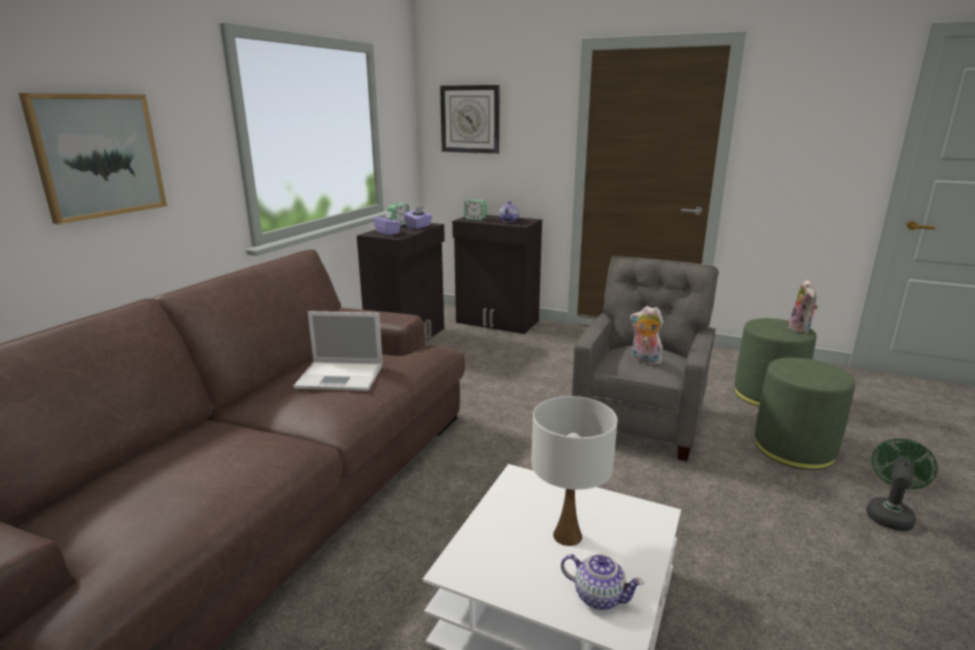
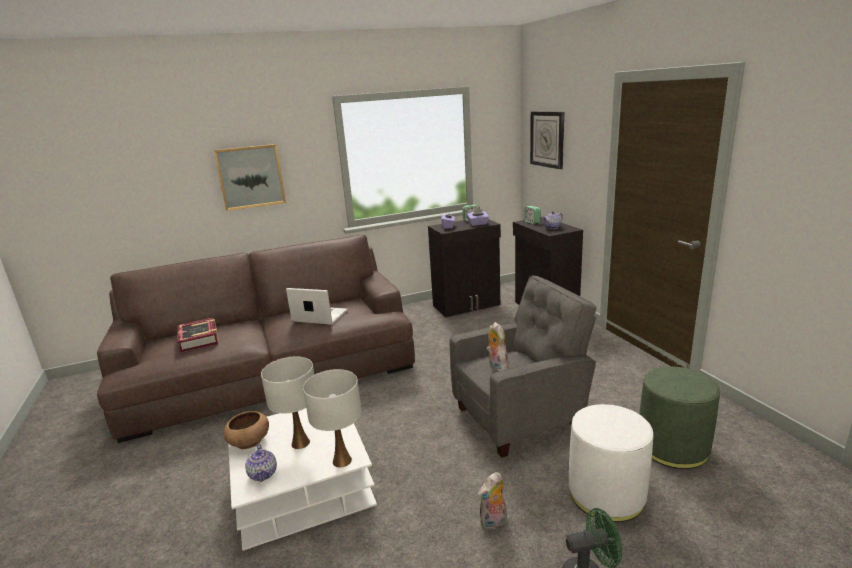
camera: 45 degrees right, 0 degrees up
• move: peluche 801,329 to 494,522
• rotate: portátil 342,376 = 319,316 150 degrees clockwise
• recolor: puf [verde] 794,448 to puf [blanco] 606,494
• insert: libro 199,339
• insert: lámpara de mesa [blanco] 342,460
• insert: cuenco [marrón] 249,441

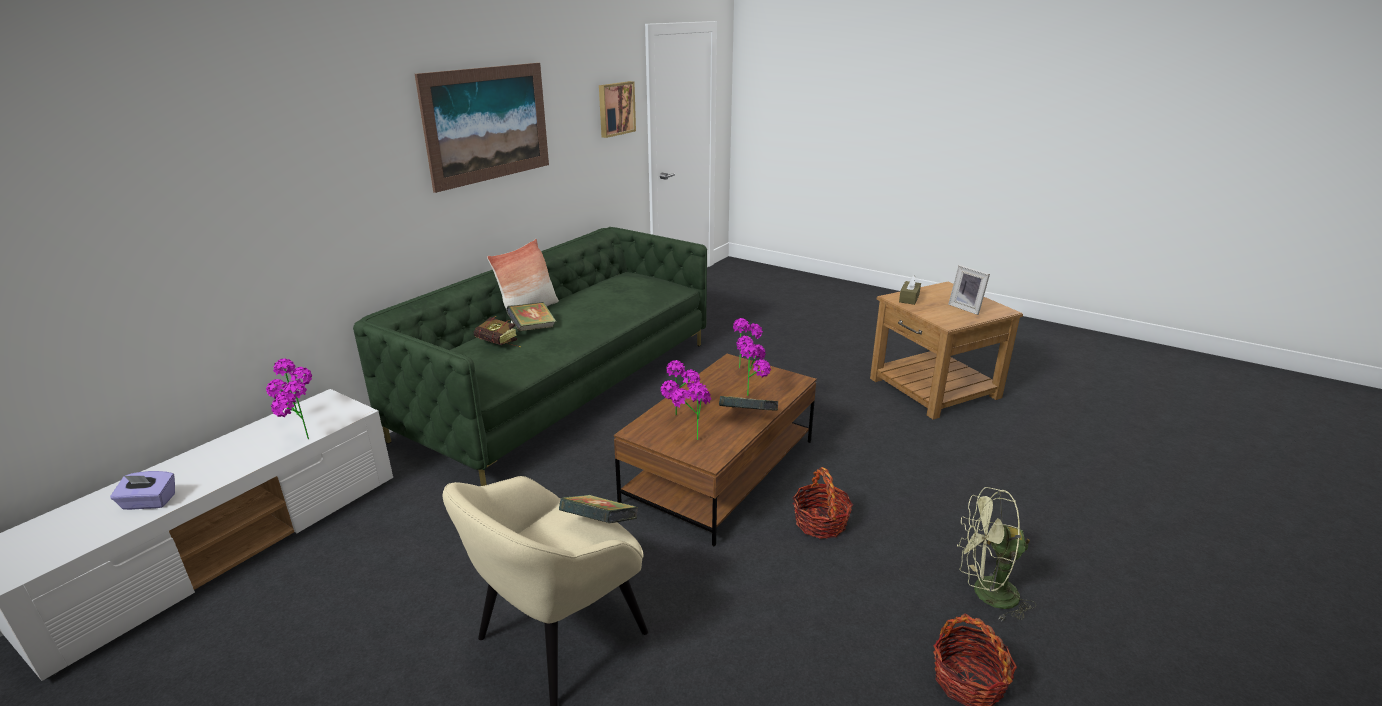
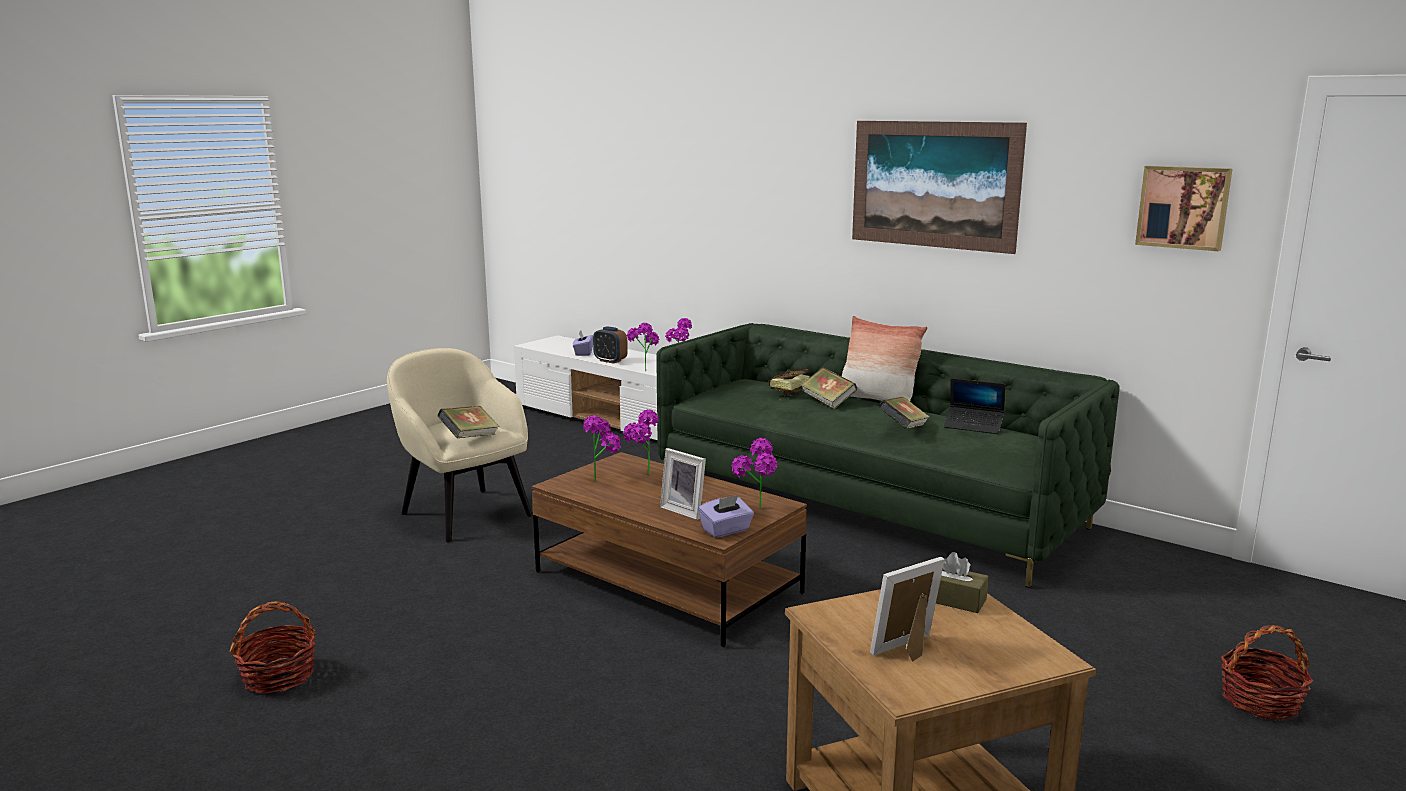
camera: 95 degrees right, 10 degrees down
• replace: planta en maceta 754,394 to portarretratos 685,510
• move: libro 748,417 to 903,428
• move: cesta 820,523 to 1260,701
• delete: ventilador [verde] 985,594
• insert: despertador 610,361
• insert: portátil 973,426
• insert: caja de pañuelos [morado] 726,530

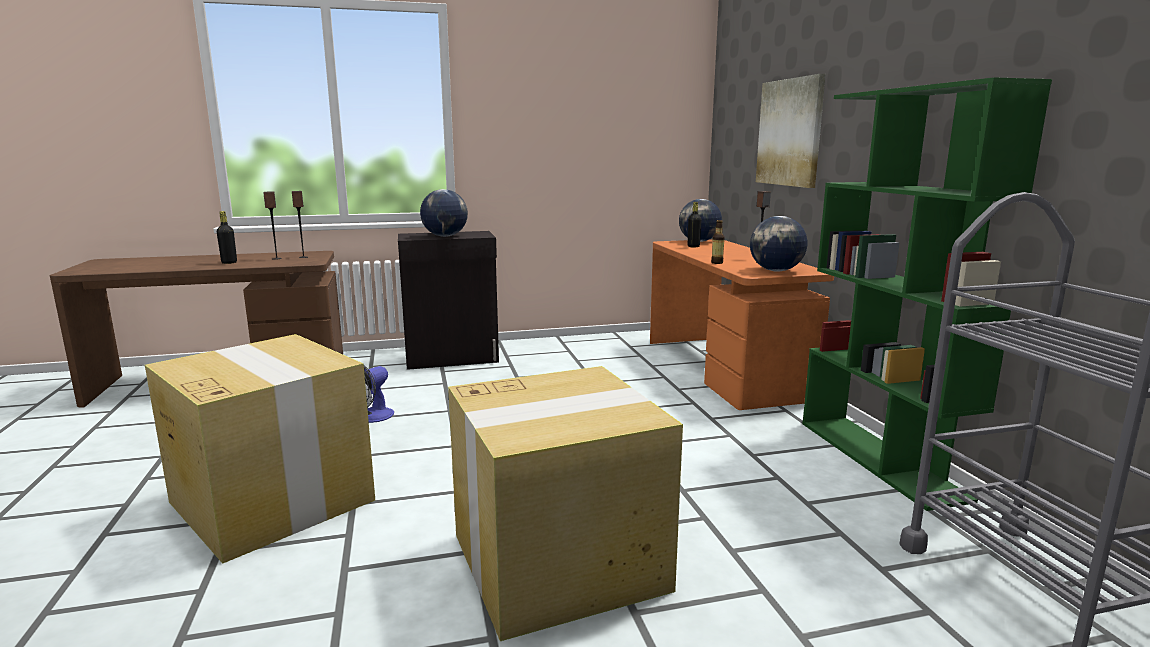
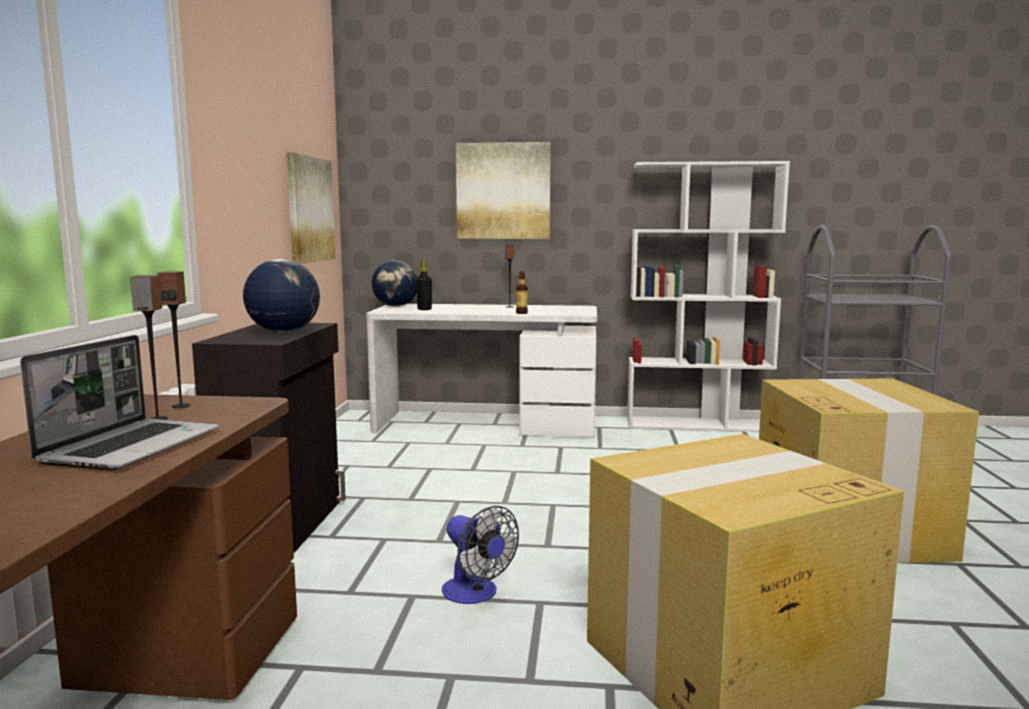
camera: 70 degrees left, 5 degrees down
• recolor: estantería [verde] 880,459 to estantería [blanco] 698,425
• replace: botella [negro] 229,262 to portátil 132,446
• delete: globo terráqueo 776,271
• recolor: escritorio [naranja] 724,369 to escritorio [blanco] 486,424
• insert: cuadro 309,209

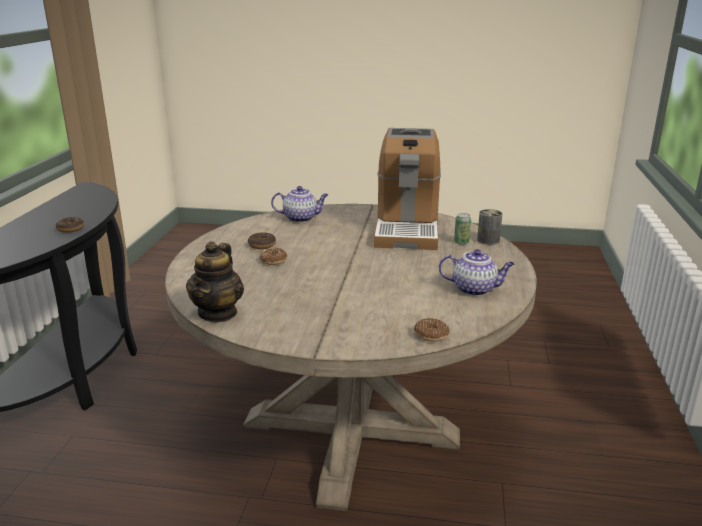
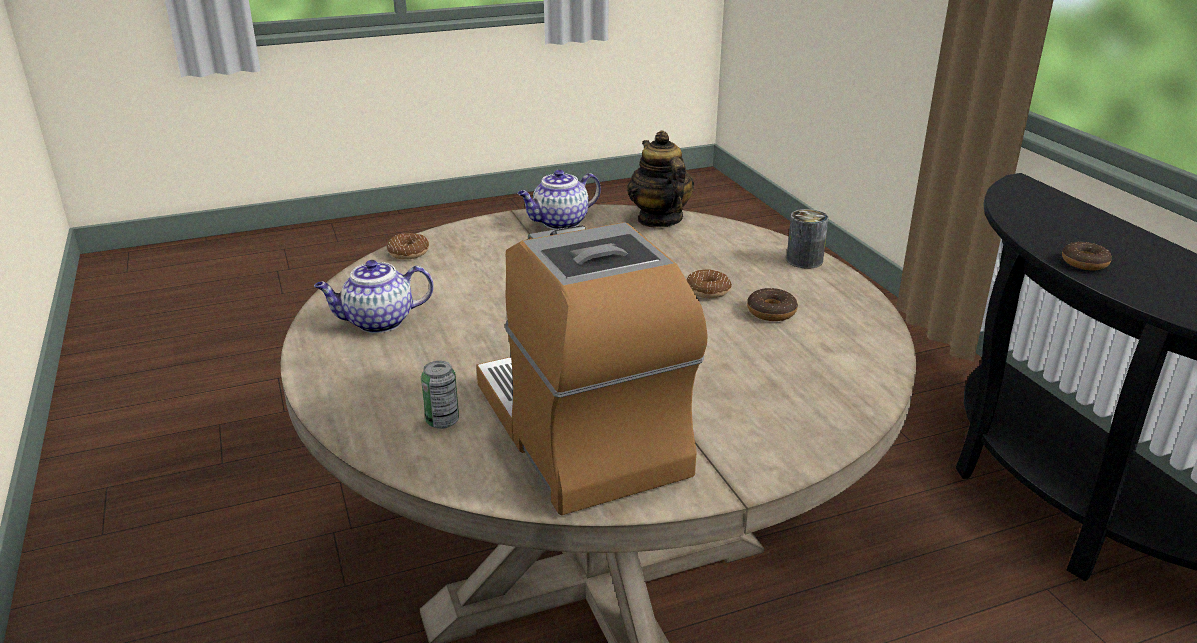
camera: 150 degrees right, 5 degrees up
• move: tetera 301,218 to 559,223
• move: lata 488,240 to 804,260

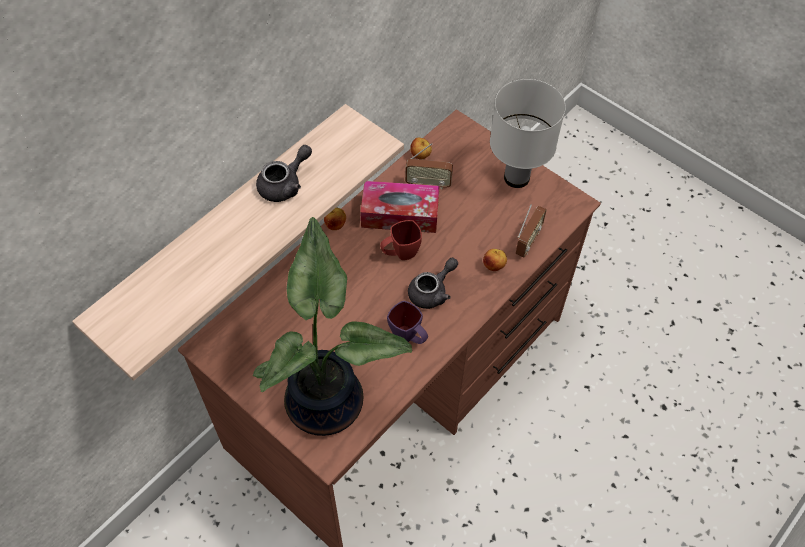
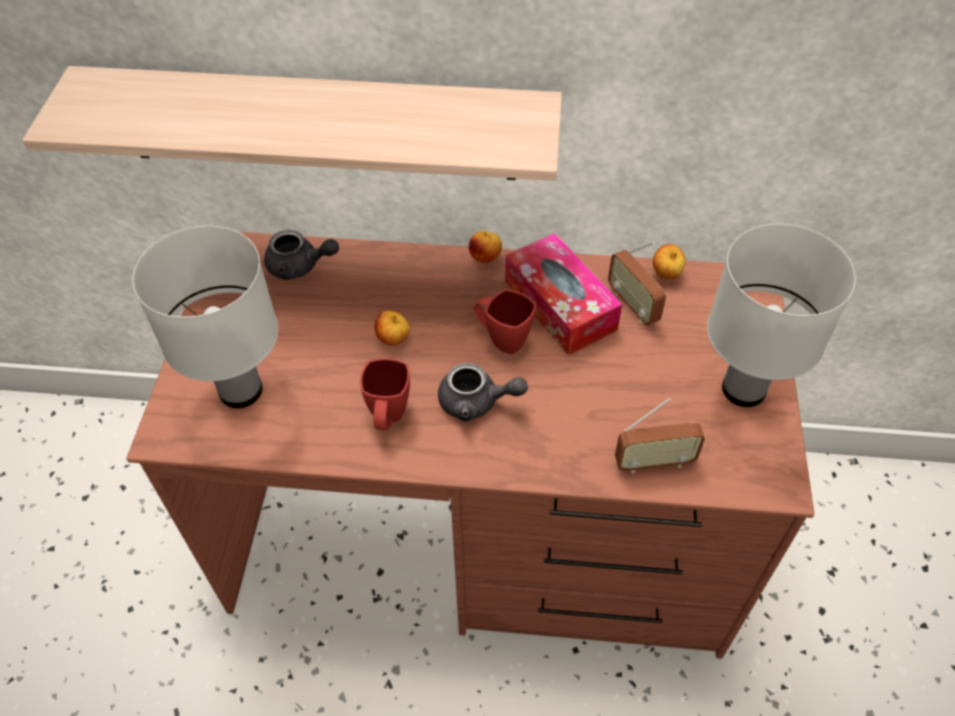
camera: 55 degrees right, 5 degrees down
• move: tetera [gris] 285,184 to 300,266
• replace: planta en maceta 328,399 to lámpara de mesa [blanco] 242,391
• move: manzana 494,266 to 393,340
• recolor: taza grande [morado] 409,338 to taza grande [rojo] 388,418

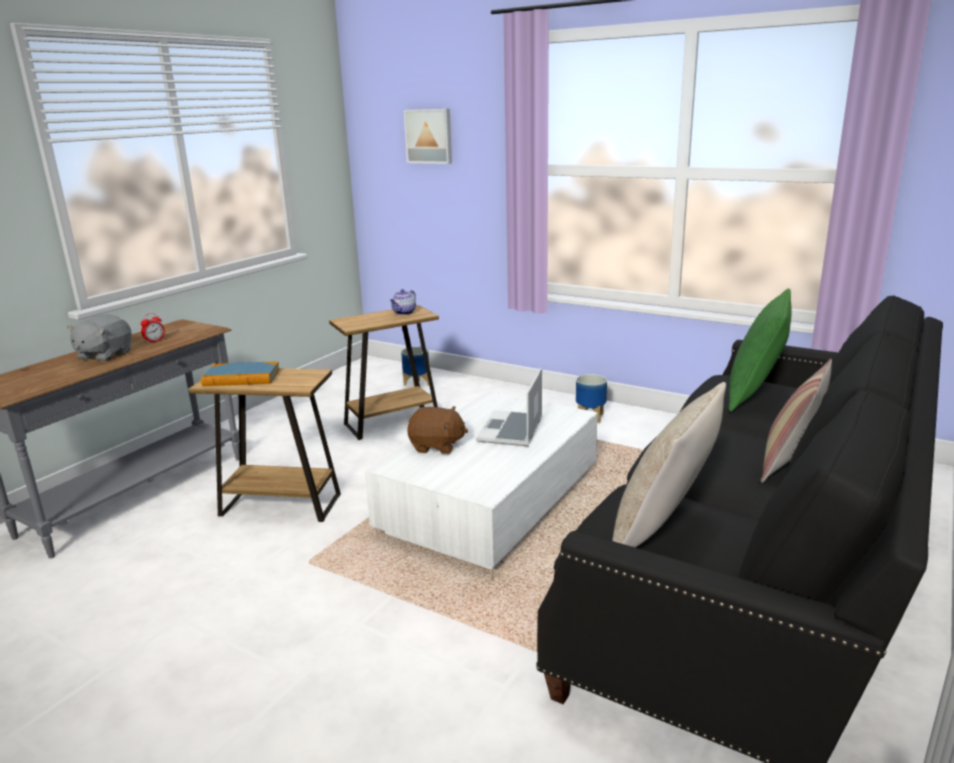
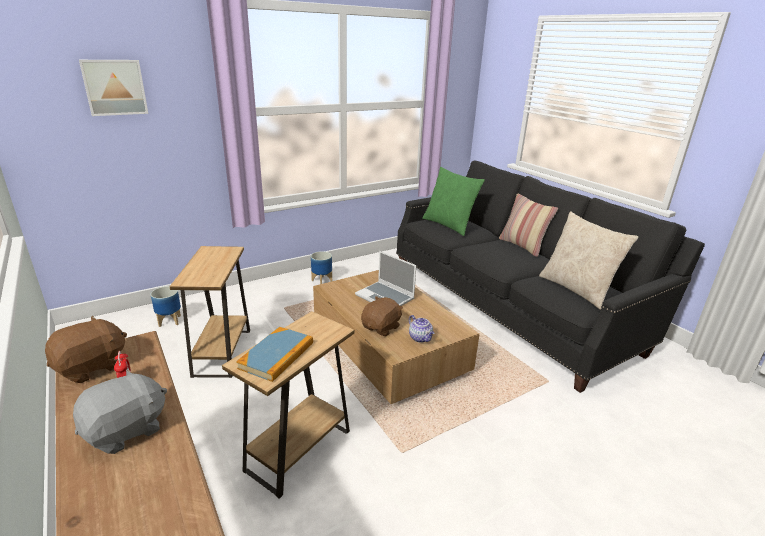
camera: 65 degrees left, 5 degrees up
• move: tetera 404,313 to 420,338
• rotate: peluche [gris] 104,355 = 126,430 90 degrees counterclockwise
• recolor: mesa de centro [blanco] 491,501 to mesa de centro [marrón] 388,349
• insert: peluche [marrón] 92,367

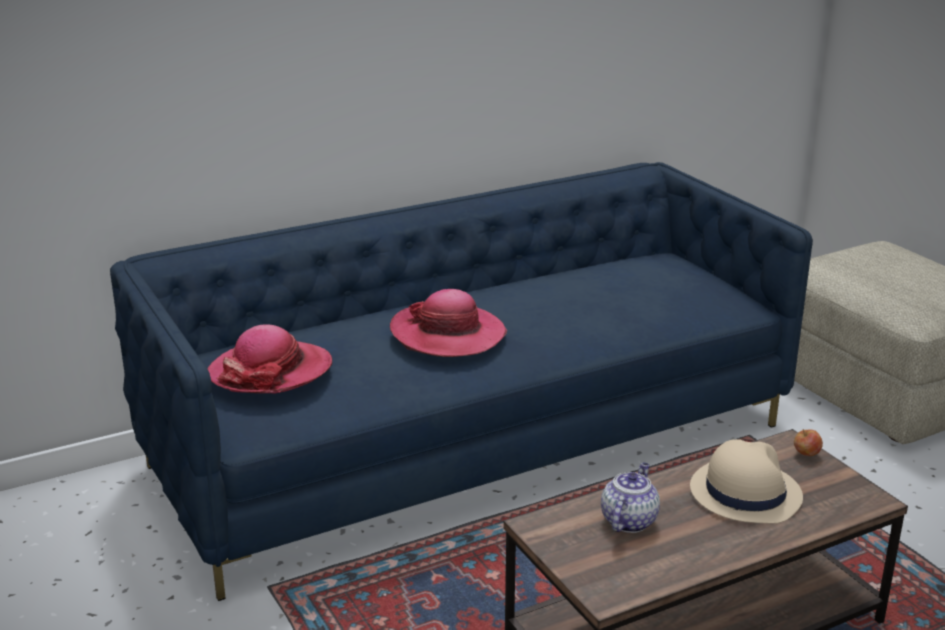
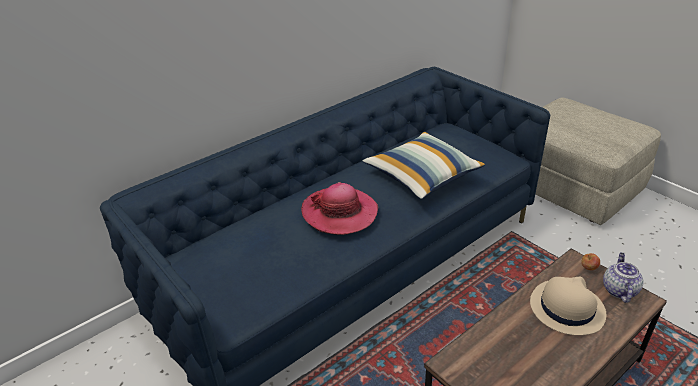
camera: 10 degrees left, 10 degrees up
• delete: sombrero 270,372
• move: tetera 628,520 to 618,289
• insert: cojín 422,176

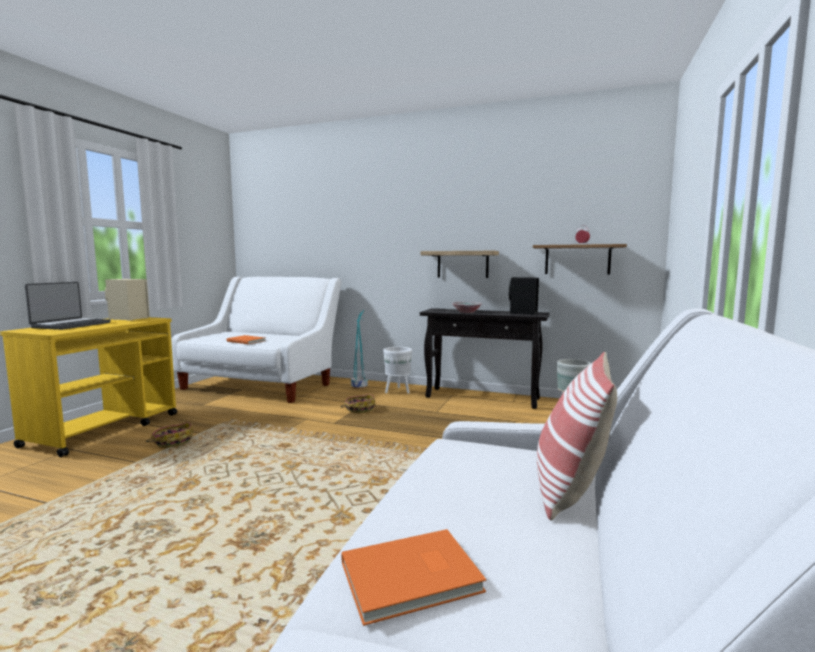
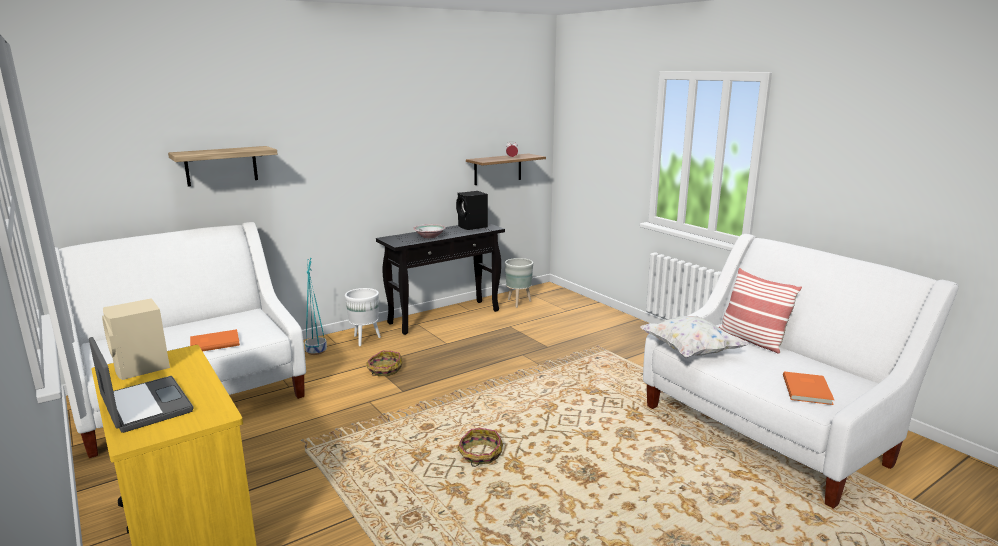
camera: 55 degrees left, 10 degrees up
• move: estante 462,264 to 221,166
• move: cesta 173,442 to 480,455
• insert: cojín [blanco] 690,351

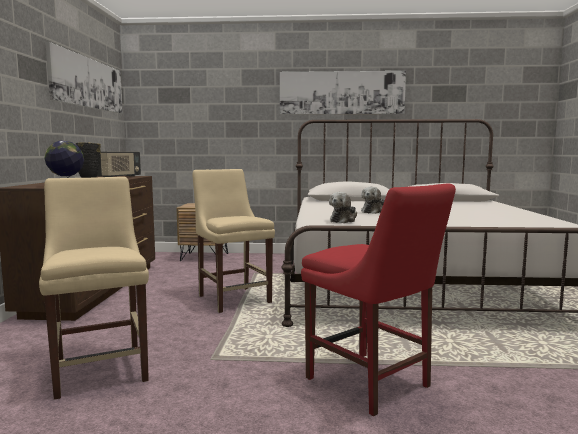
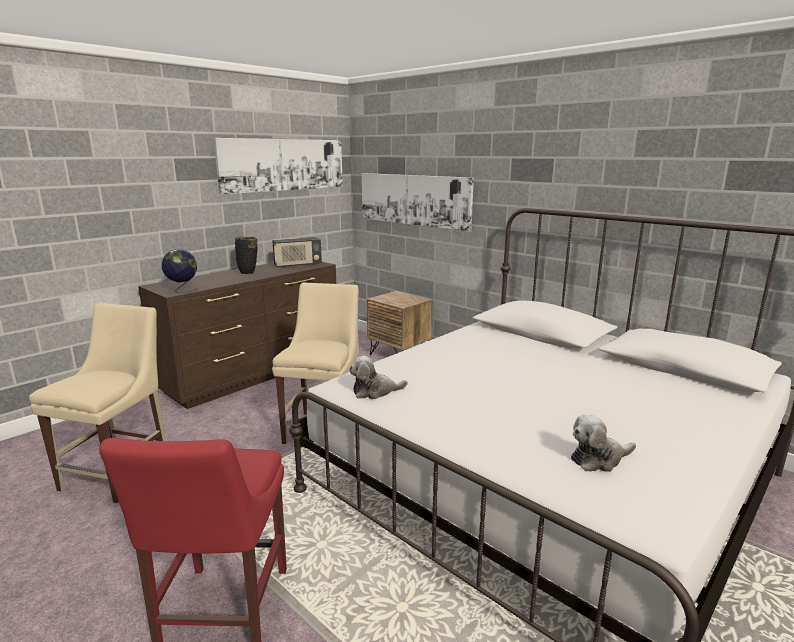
camera: 40 degrees right, 10 degrees up
• move: cuadro 341,93 to 413,200
• move: peluche 373,211 to 598,459

